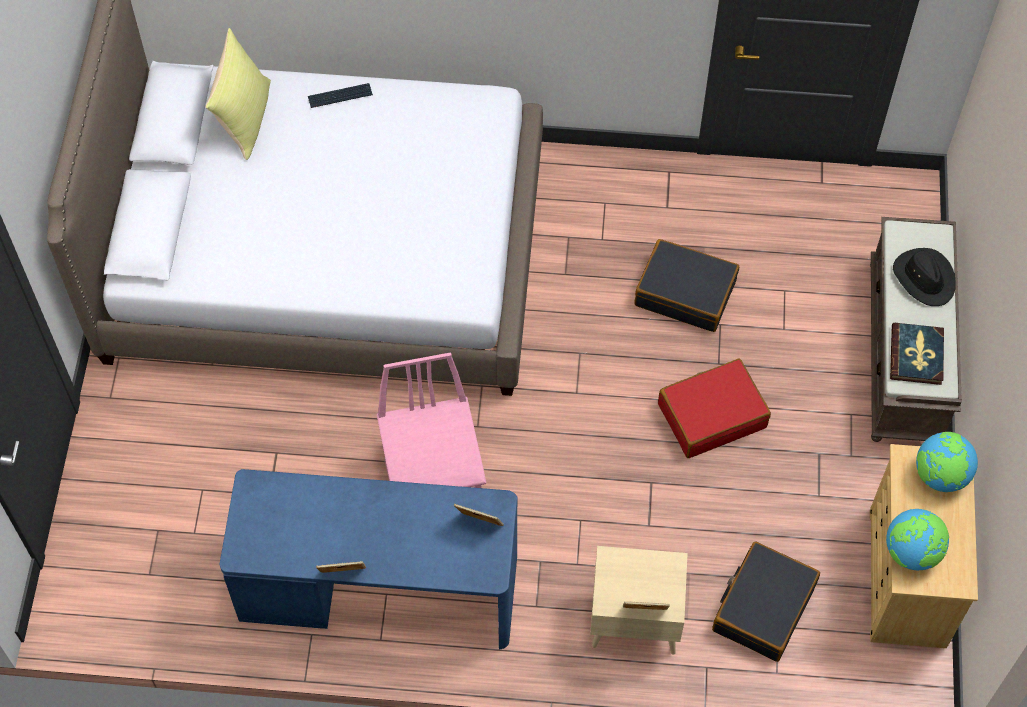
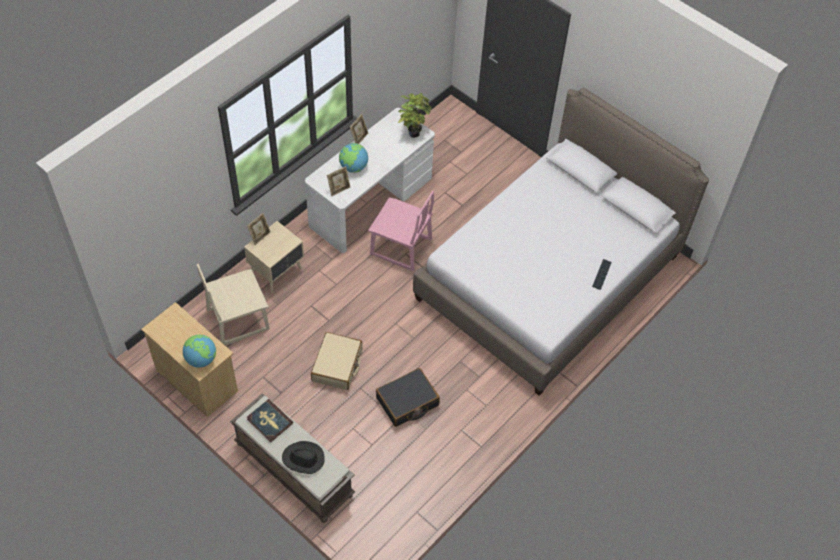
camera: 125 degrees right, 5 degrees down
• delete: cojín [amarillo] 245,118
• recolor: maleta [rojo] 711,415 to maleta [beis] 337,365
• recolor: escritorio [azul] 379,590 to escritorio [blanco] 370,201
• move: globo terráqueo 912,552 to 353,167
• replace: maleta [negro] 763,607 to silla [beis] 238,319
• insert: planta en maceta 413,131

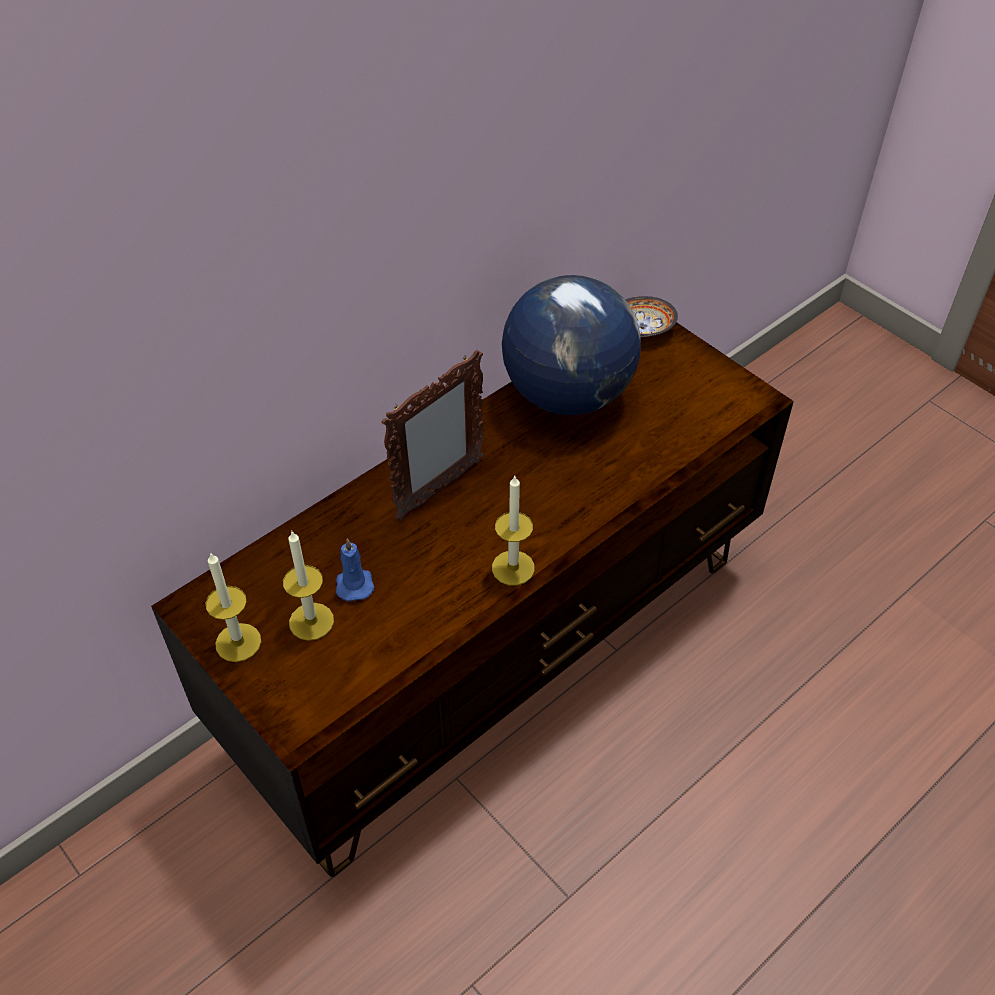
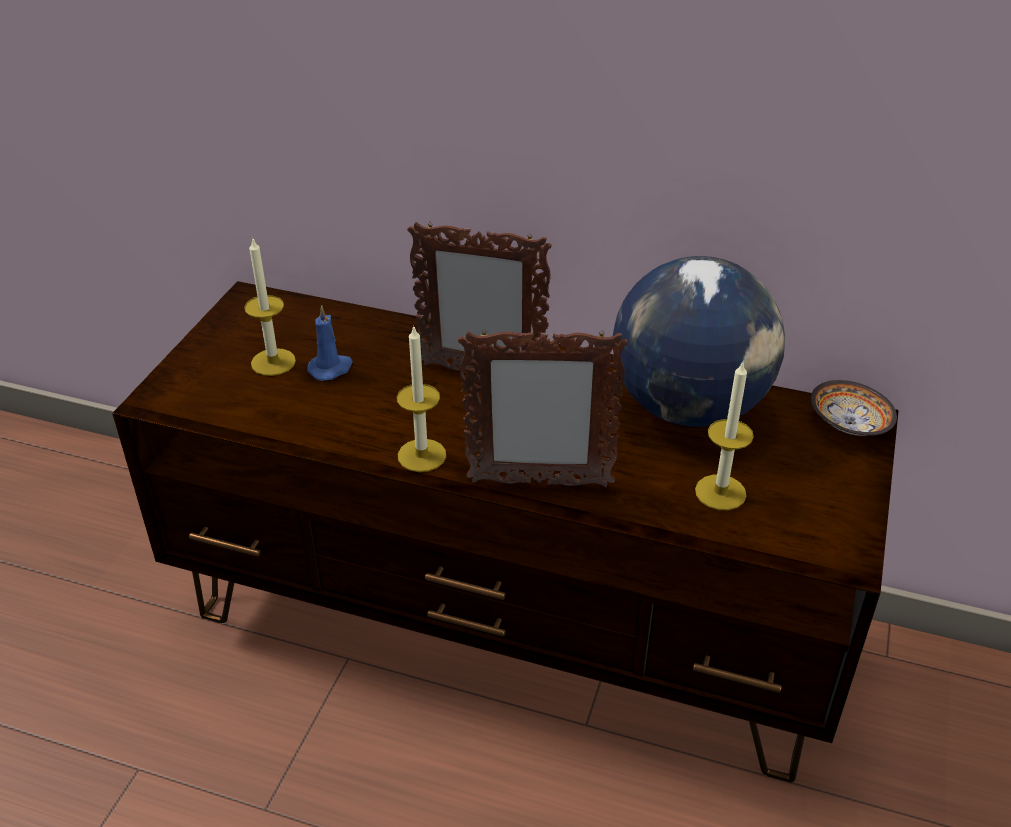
camera: 60 degrees right, 10 degrees down
• move: vela 238,642 to 720,492
• insert: portarretratos 538,483

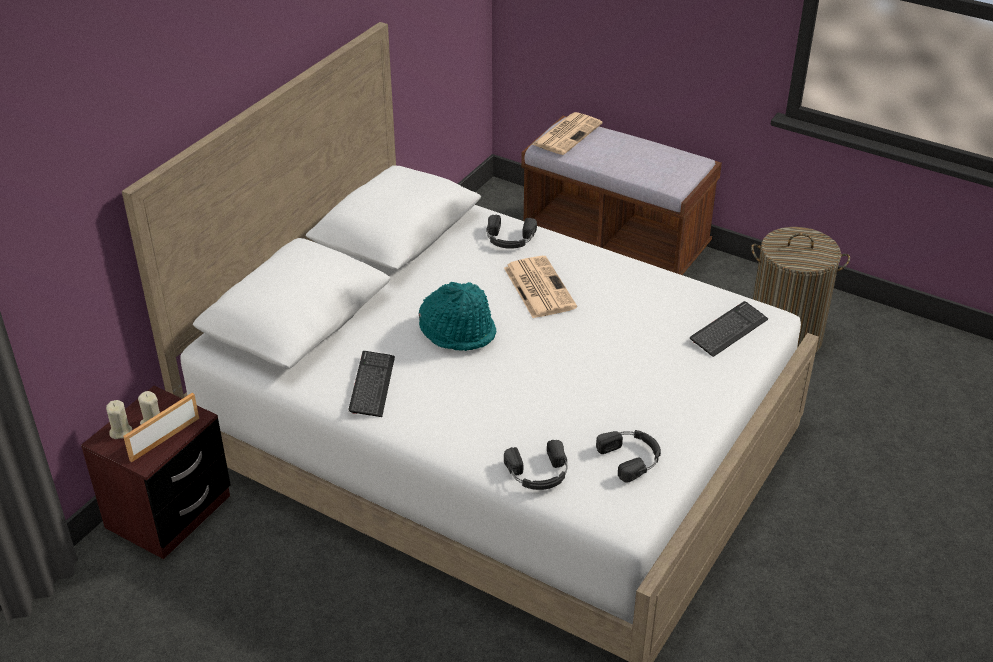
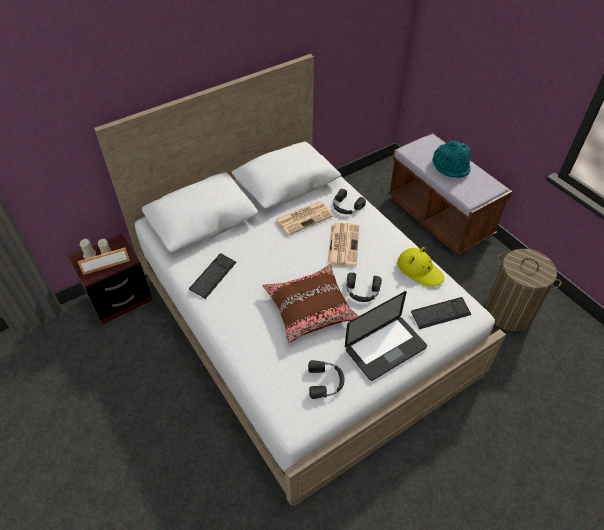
camera: 25 degrees right, 10 degrees up
• move: periódico 567,134 to 304,217
• move: sombrero [turquesa] 458,331 to 451,167
• move: auriculares [negro] 539,473 to 362,291
• insert: sombrero [amarillo] 420,270
• insert: cojín [marrón] 310,308
• insert: portátil 385,348

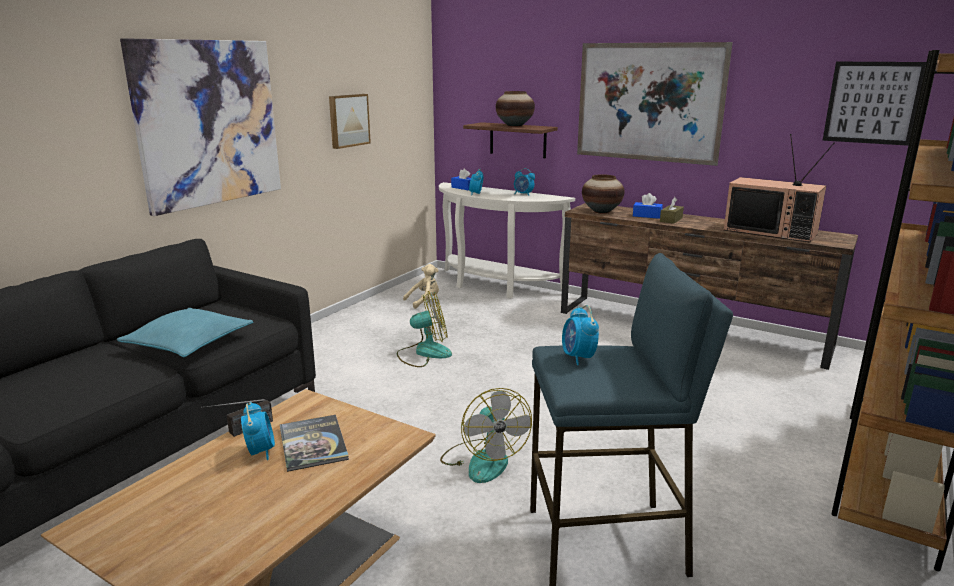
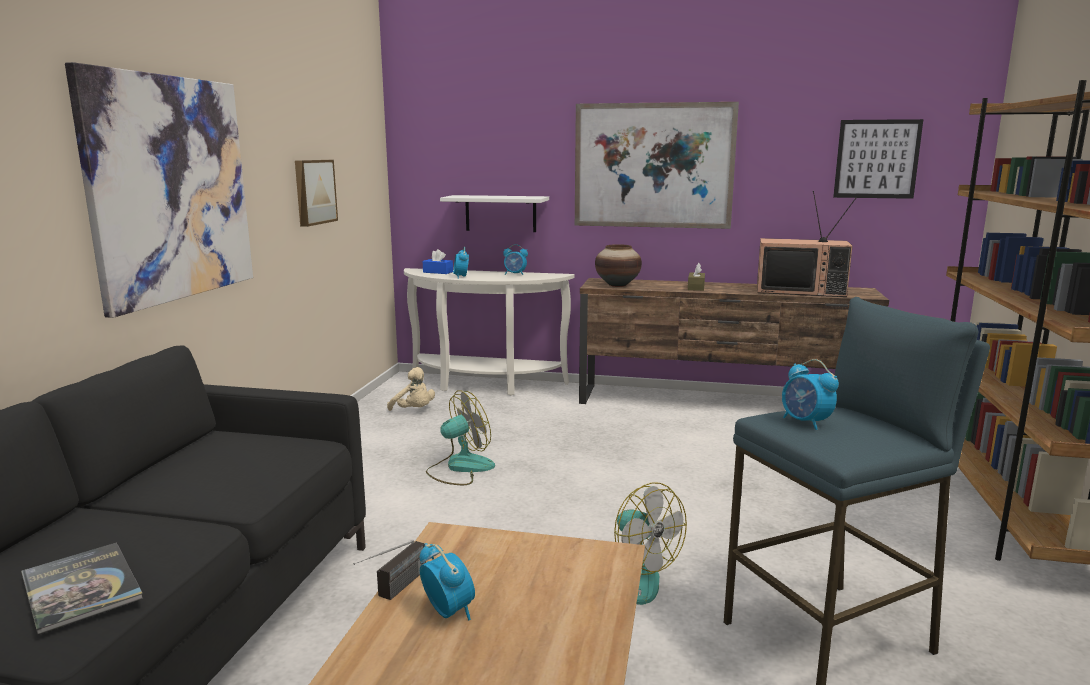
camera: 20 degrees left, 5 degrees down
• delete: florero 514,126
• recolor: estante [marrón] 517,140 to estante [blanco] 500,213
• delete: caja de pañuelos [azul] 647,216
• rotate: peluche [beis] 424,301 = 414,411 90 degrees clockwise
• delete: cojín [turquesa] 189,343
• move: libro 313,443 to 81,587

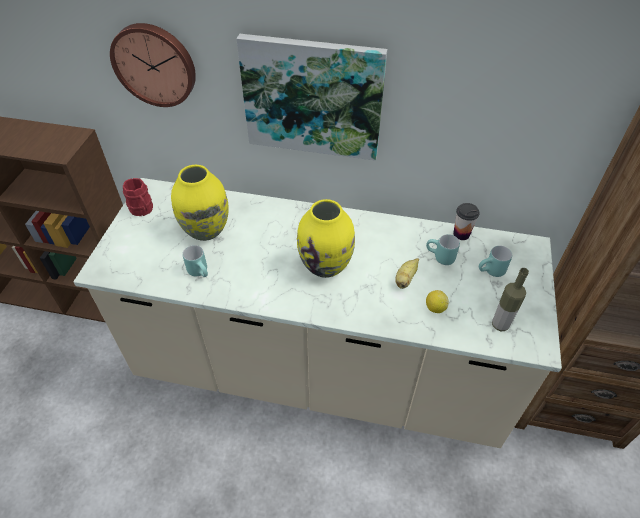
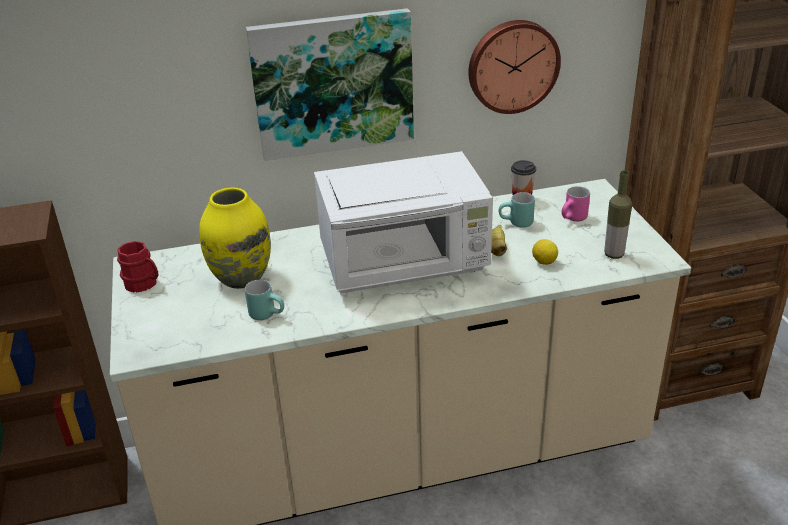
camera: 25 degrees left, 15 degrees down
• move: reloj de pared 155,64 to 512,65
• replace: florero [amarillo] 326,265 to microondas [blanco] 405,265
• recolor: taza grande [turquesa] 491,272 to taza grande [rosa] 574,219

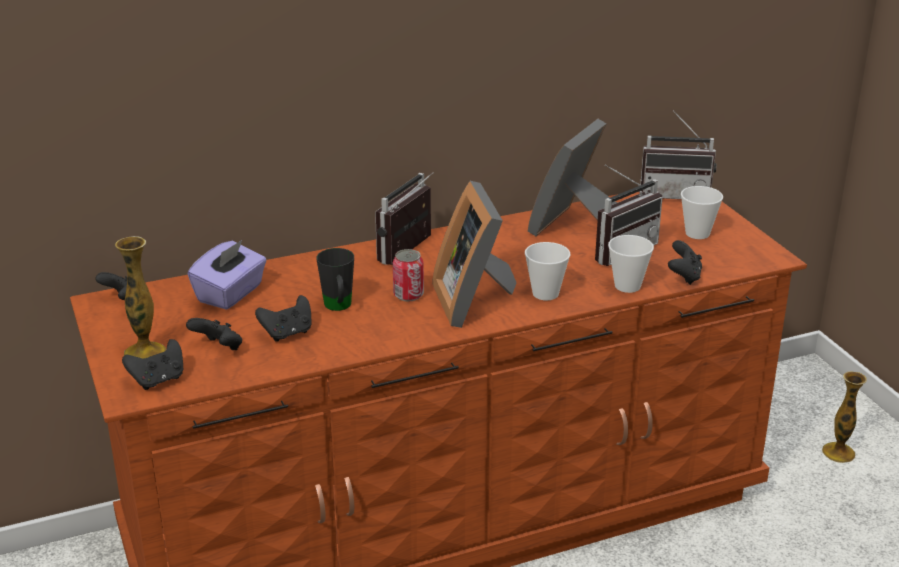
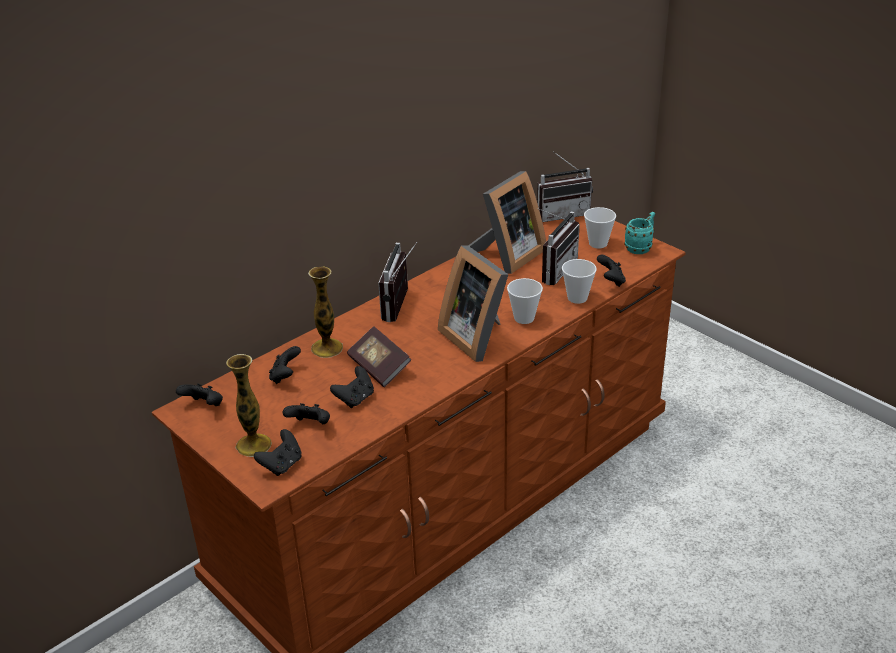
camera: 20 degrees left, 5 degrees up
• rotate: portarretratos 574,225 = 507,256 150 degrees counterclockwise
• replace: caja de pañuelos [morado] 230,294 to mando de consola [negro] 285,376
• replace: taza grande [negro] 338,308 to libro 379,367
• delete: lata 408,295
• move: florero 838,452 to 327,348
• insert: taza grande [turquesa] 640,247

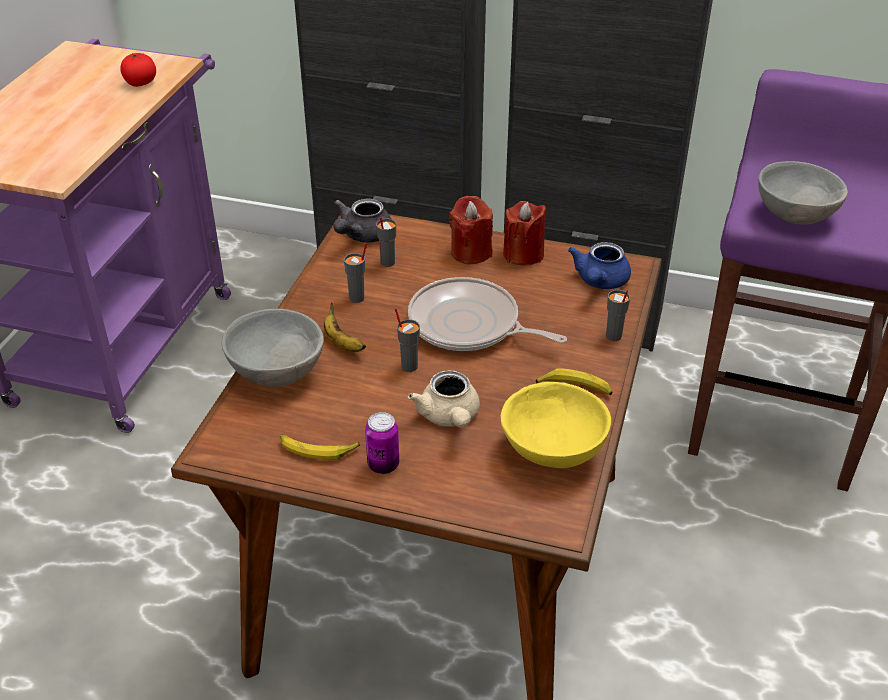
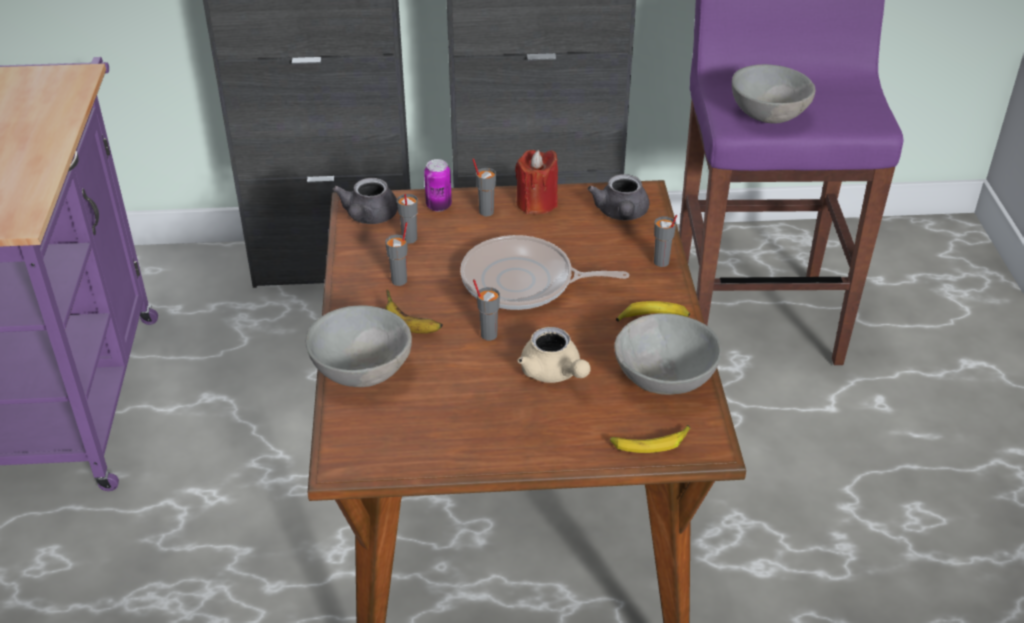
camera: 20 degrees left, 0 degrees up
• delete: tomate 140,83
• replace: vela [rojo] 471,252 to taza [gris] 486,211
• recolor: tetera [azul] 599,282 to tetera [gris] 621,214
• recolor: cuenco [amarillo] 552,453 to cuenco [gris] 664,382
• move: lata 383,465 to 438,206
• move: plátano 318,449 to 650,443

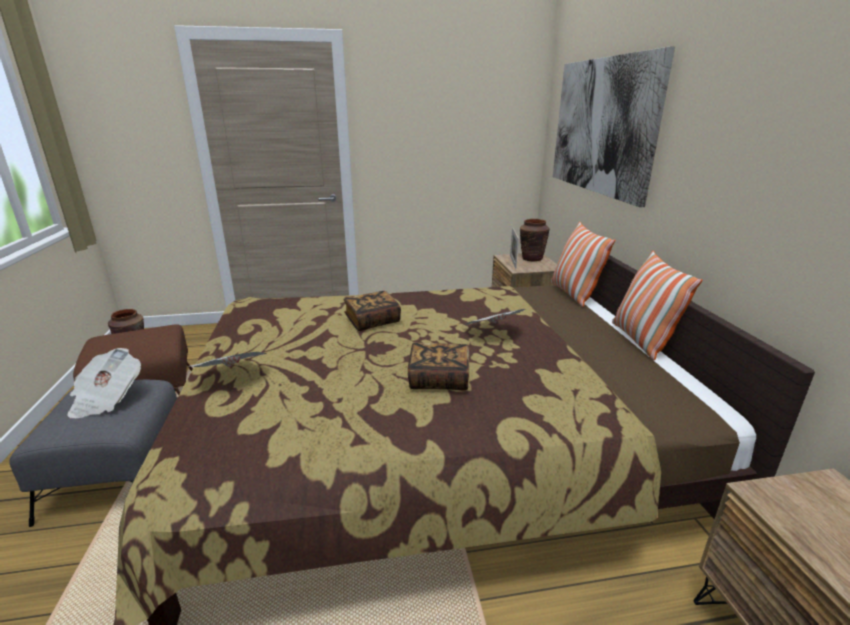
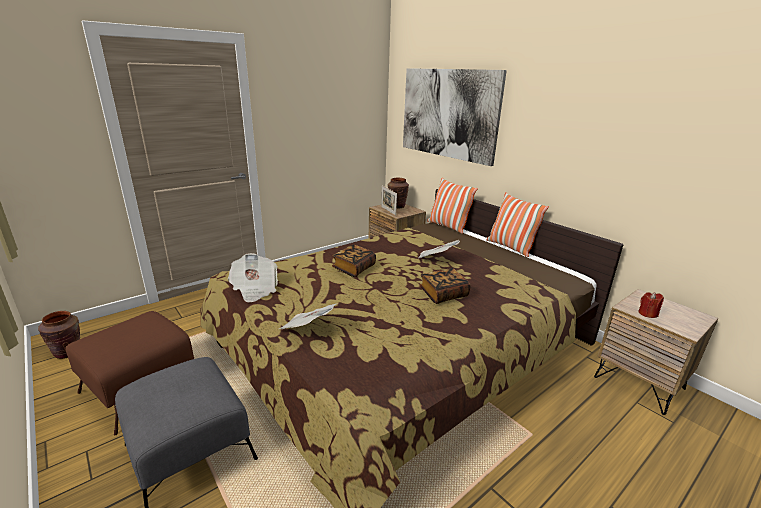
camera: 30 degrees left, 0 degrees up
• move: periódico 107,399 to 255,289
• insert: vela [rojo] 647,314

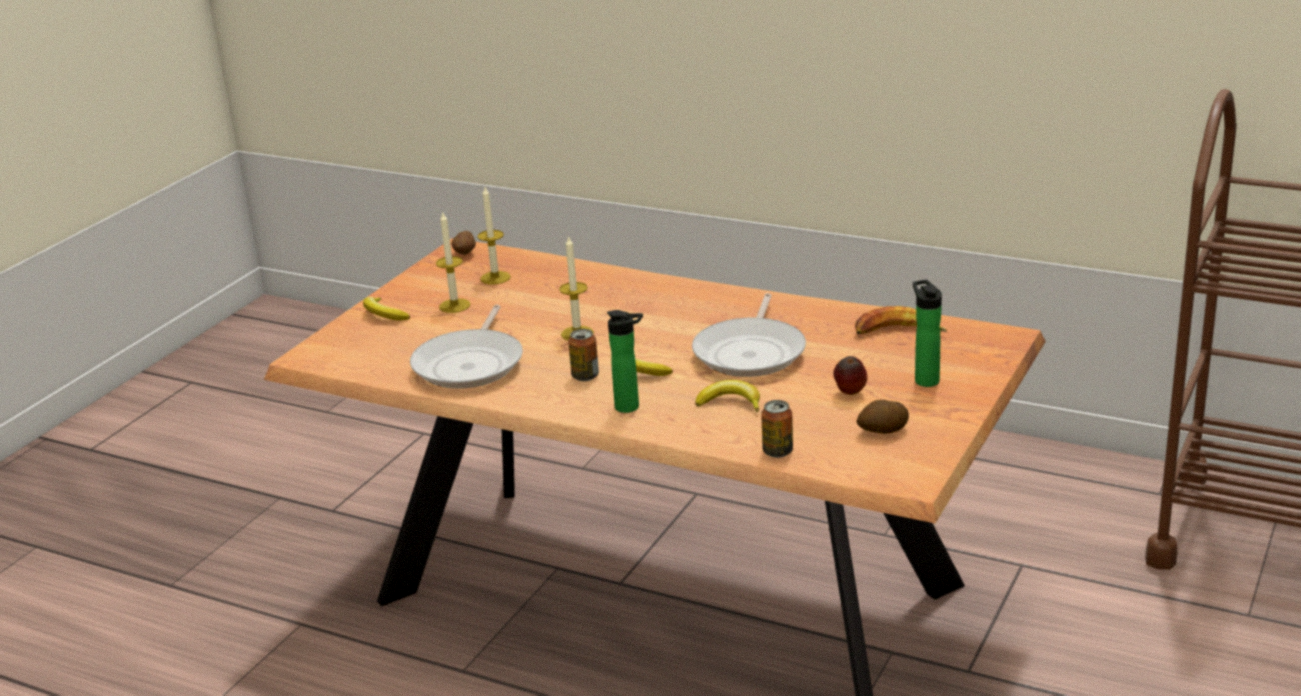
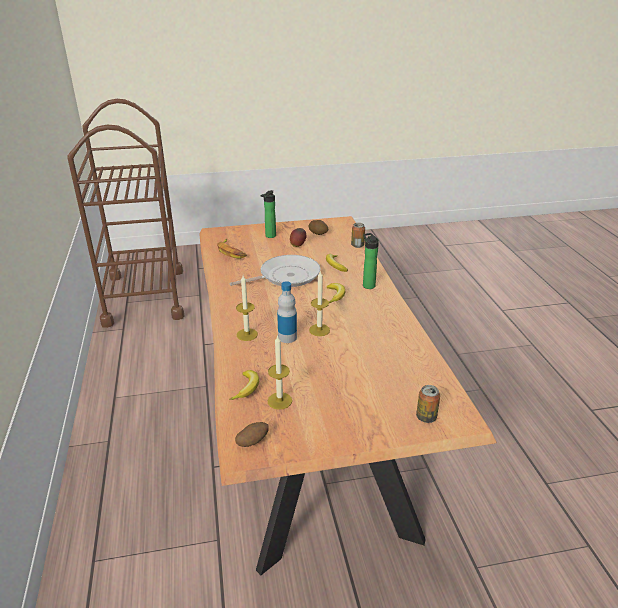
camera: 130 degrees left, 5 degrees up
• move: vela 454,306 to 247,334
• move: plátano 384,315 to 247,388
• delete: sartén 471,364
• move: lata 585,376 to 426,417
• insert: botella 287,337

